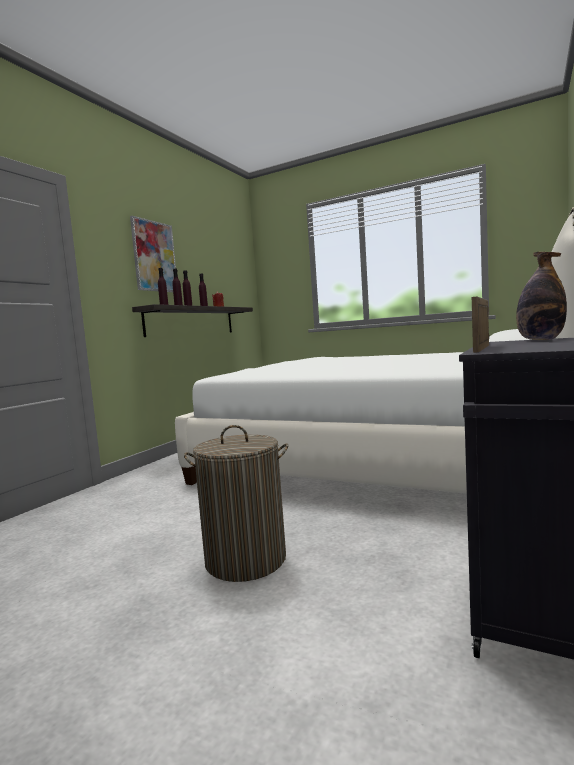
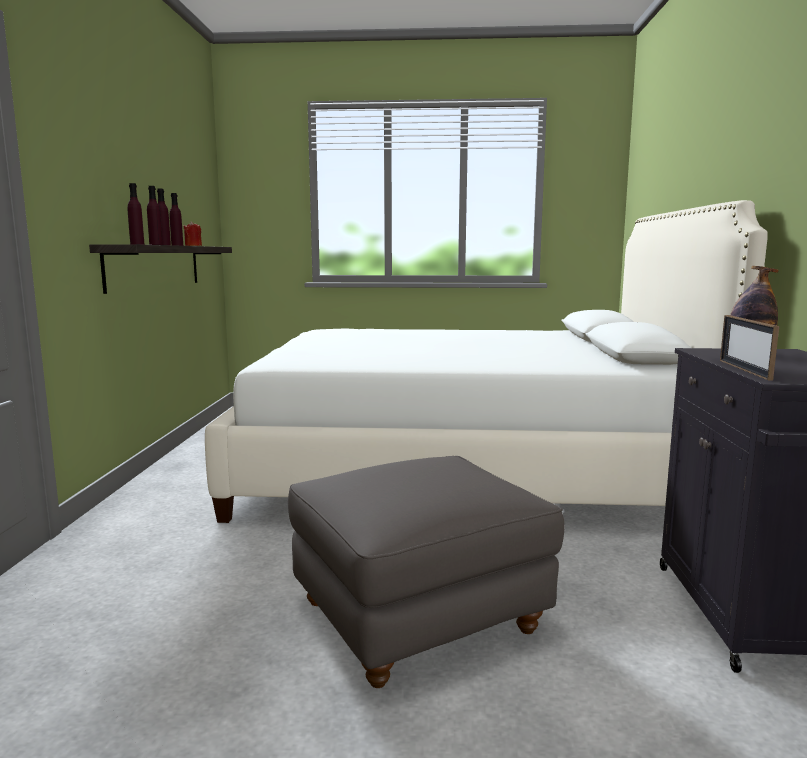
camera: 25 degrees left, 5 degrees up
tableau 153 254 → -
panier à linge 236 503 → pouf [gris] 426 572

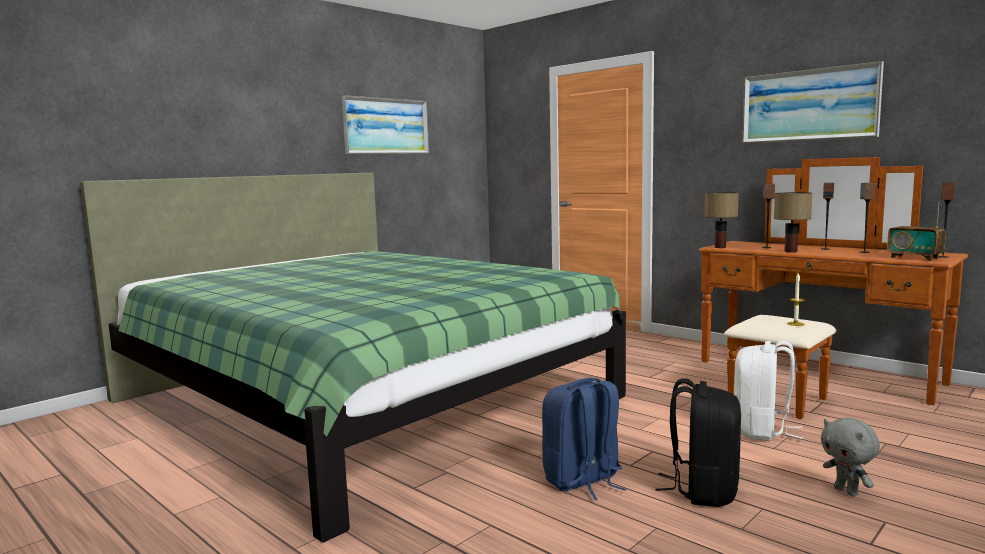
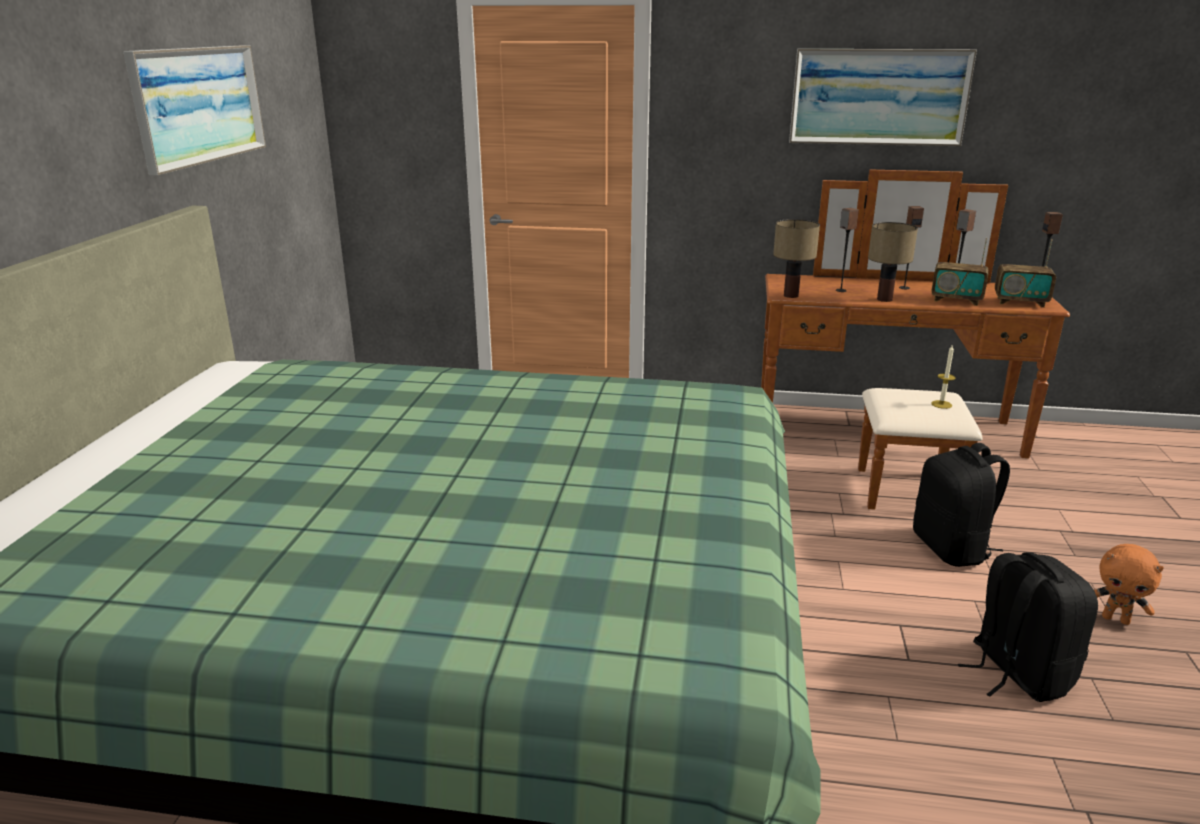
camera: 35 degrees left, 15 degrees up
sac à dos [bleu] 584 439 → -
sac à dos [blanc] 769 391 → sac à dos [noir] 961 505
peluche [gris] 850 456 → peluche [orange] 1129 584
- → radio 960 272

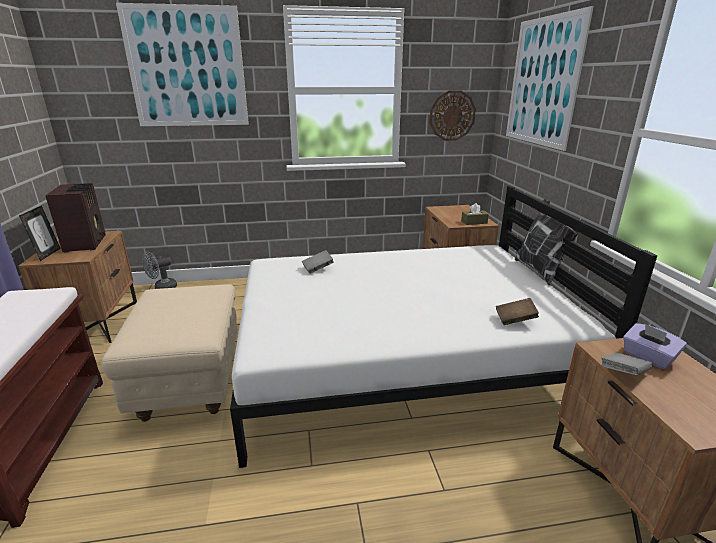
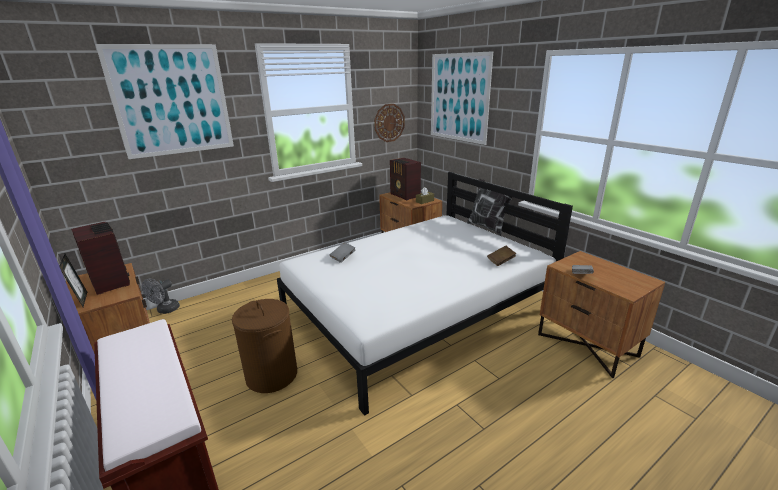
camera: 25 degrees left, 0 degrees up
pouf [beige] 169 353 → panier à linge [marron] 264 346
boîte à mouchoirs [violet] 655 346 → -
- → radio 405 179

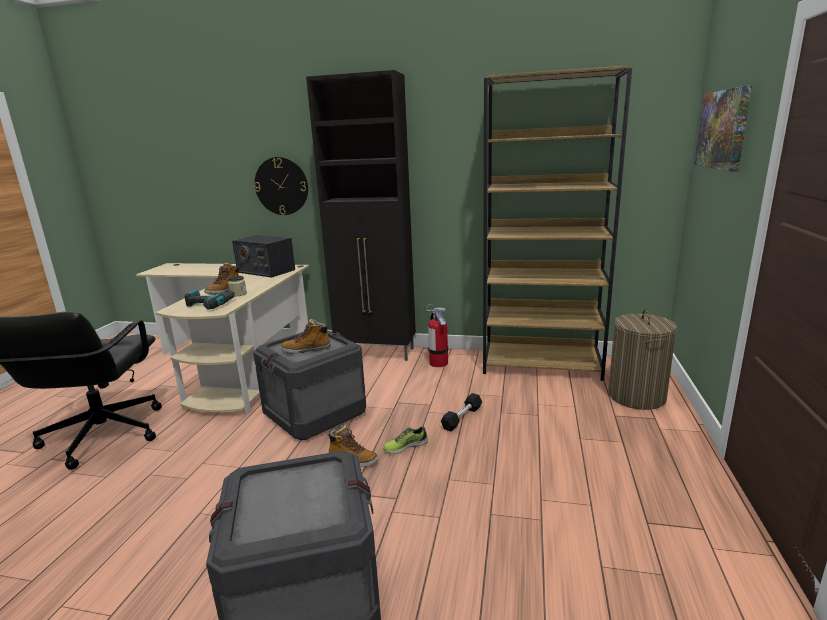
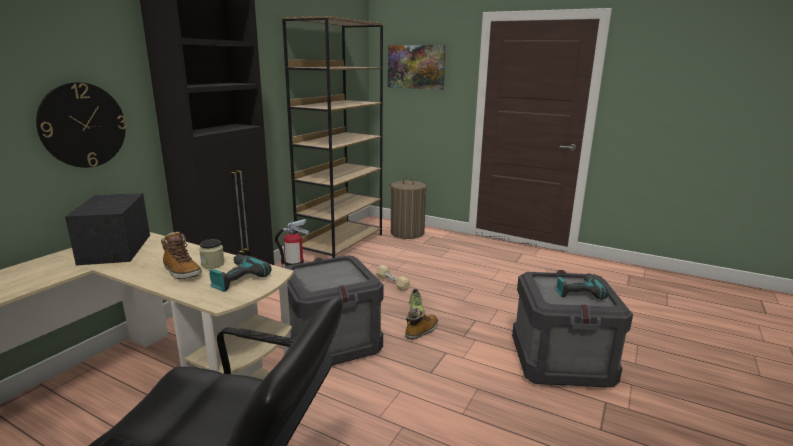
camera: 75 degrees left, 0 degrees up
radio 263 256 → radio 107 229, 120 degrees clockwise
botte 305 336 → -
haltère [noir] 461 412 → haltère [beige] 393 278
- → perceuse 582 286

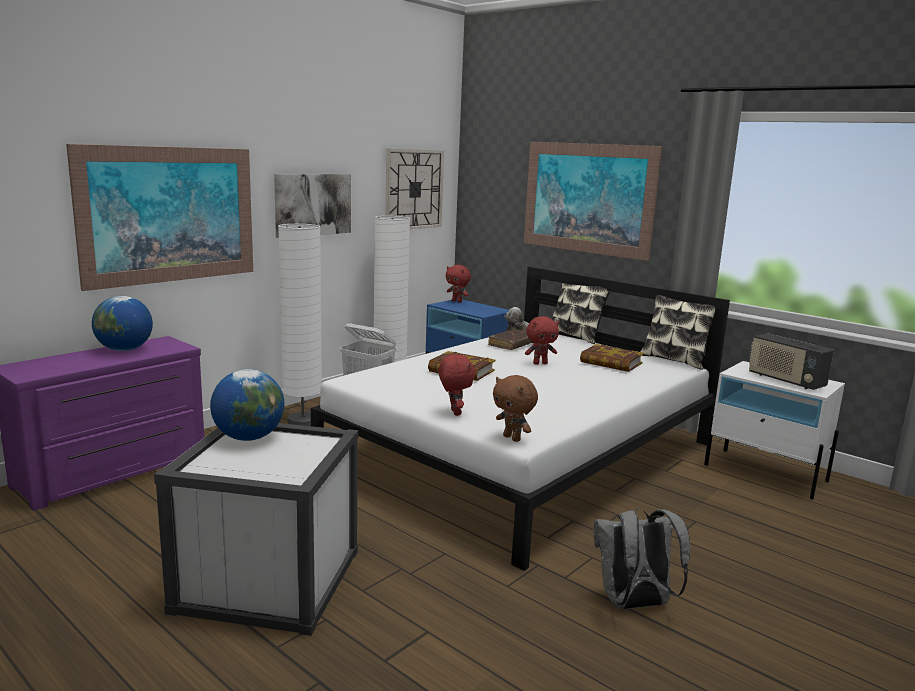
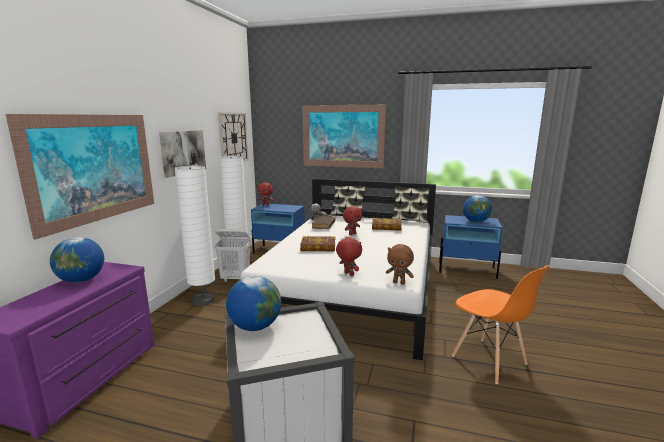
camera: 25 degrees left, 0 degrees up
sac à dos [gris] 642 559 → chaise [orange] 501 324
table de chevet [blanc] 774 430 → table de chevet [bleu] 471 247
radio 791 361 → globe 477 208

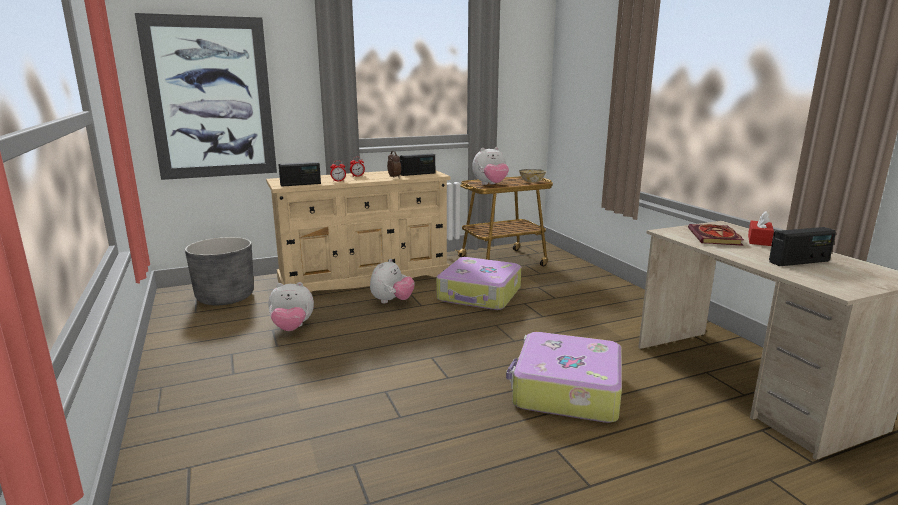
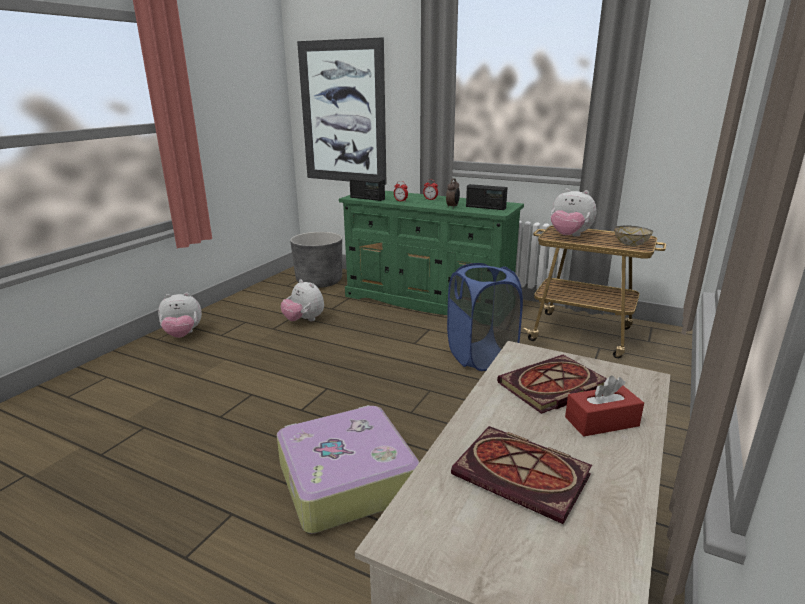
camera: 50 degrees right, 5 degrees up
commode [beige] 358 231 → commode [vert] 431 253
peluche 392 281 → peluche 180 315, move
valise 478 283 → panier à linge [bleu] 485 317
radio 802 246 → livre 521 475

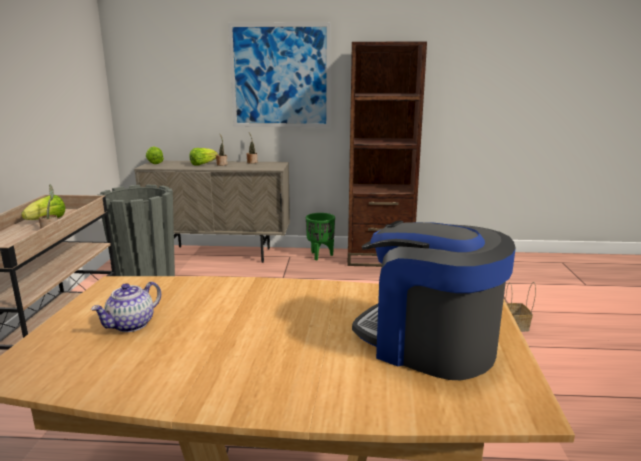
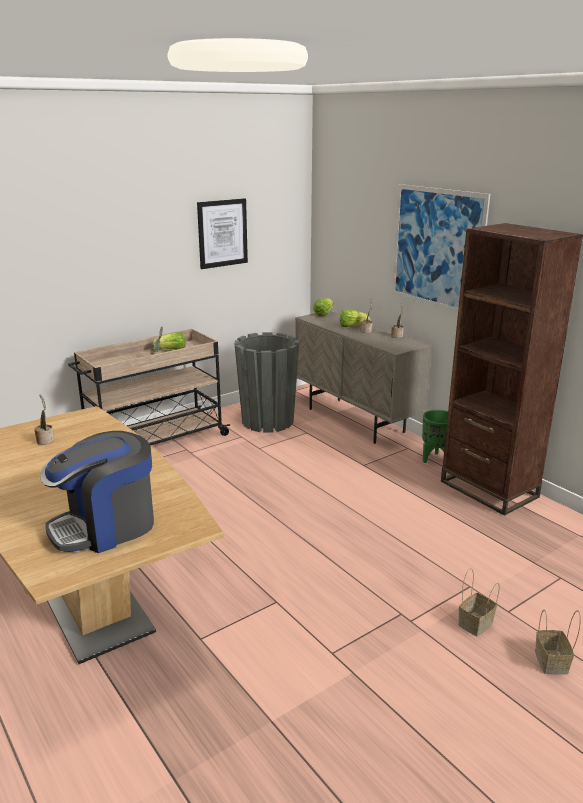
camera: 50 degrees right, 5 degrees up
théière 126 307 → plante en pot 44 419
machine à café 434 300 → machine à café 97 492, 120 degrees counterclockwise
- → tableau 222 233
- → panier 558 642

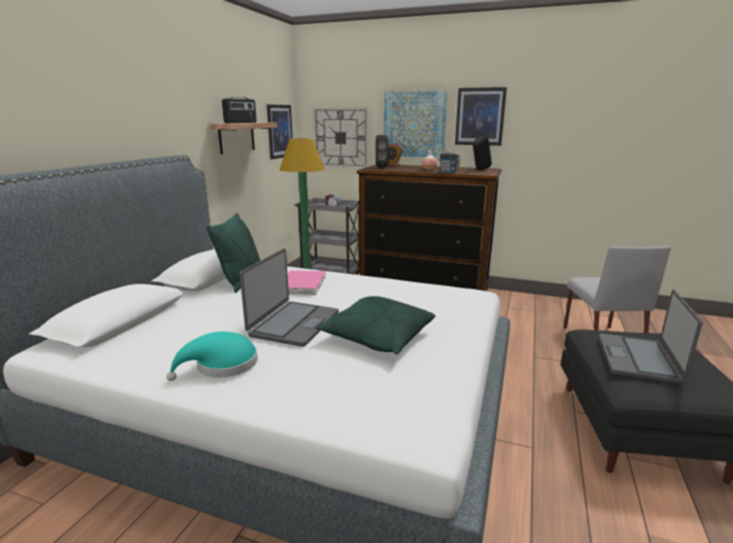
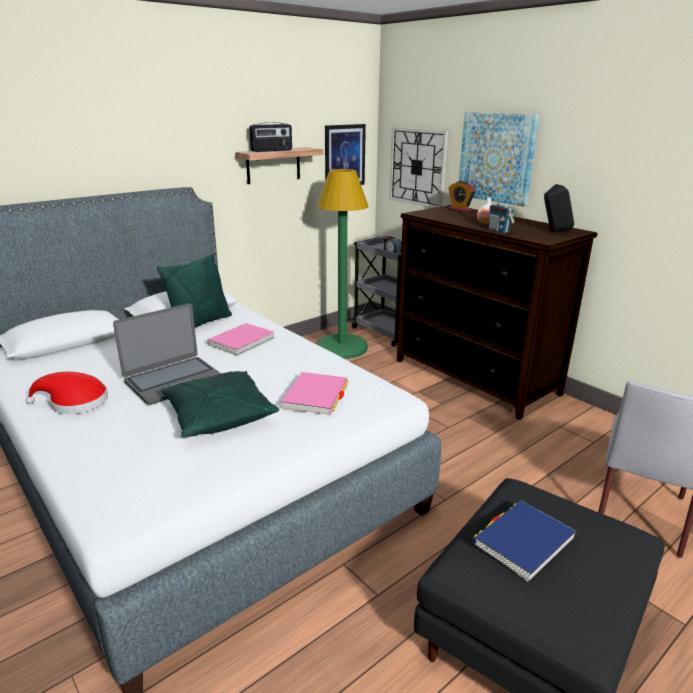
camera: 30 degrees right, 5 degrees up
chapeau [turquoise] 212 356 → chapeau [rouge] 67 393
enceinte [noir] 382 151 → -
tableau 481 116 → -
ordinateur portable 651 336 → livre [bleu] 524 541
- → livre [rose] 314 393

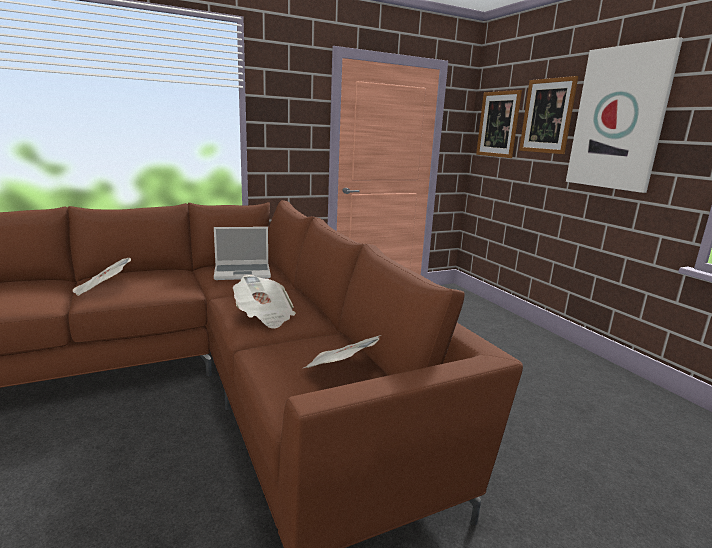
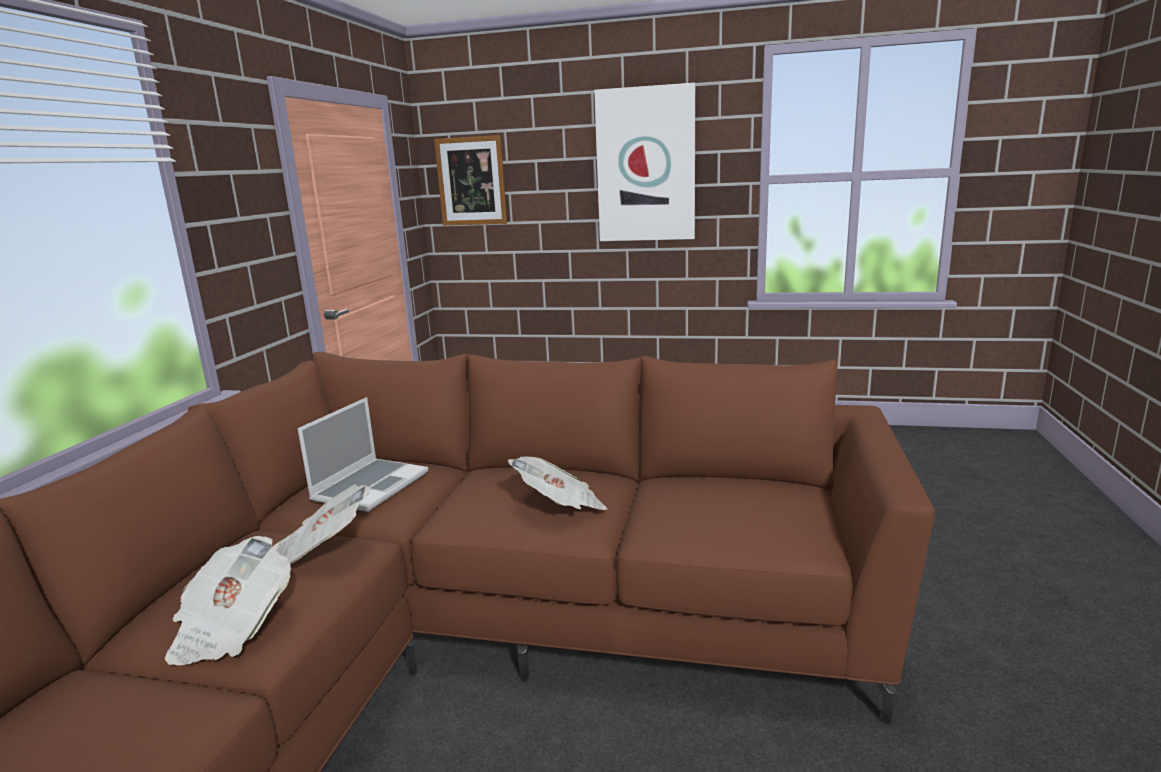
camera: 50 degrees left, 0 degrees up
journal 342 351 → journal 321 524, move
tableau 548 115 → -

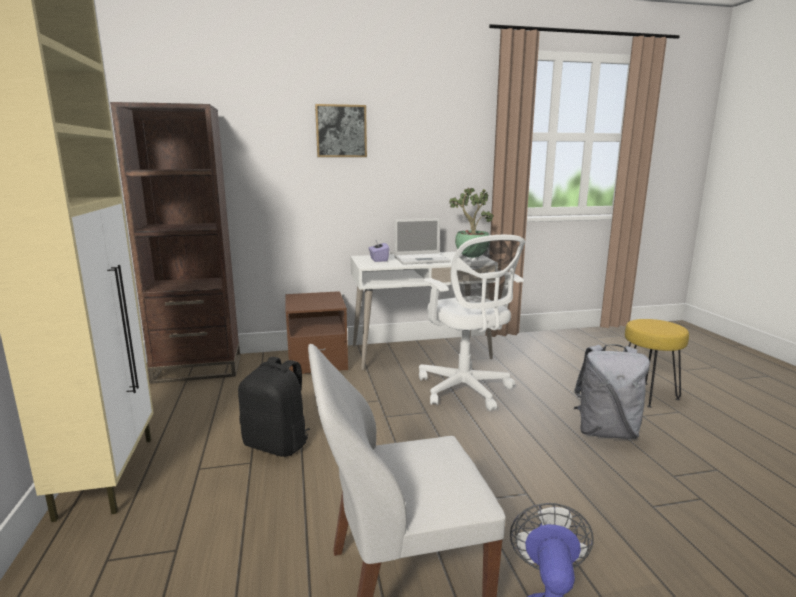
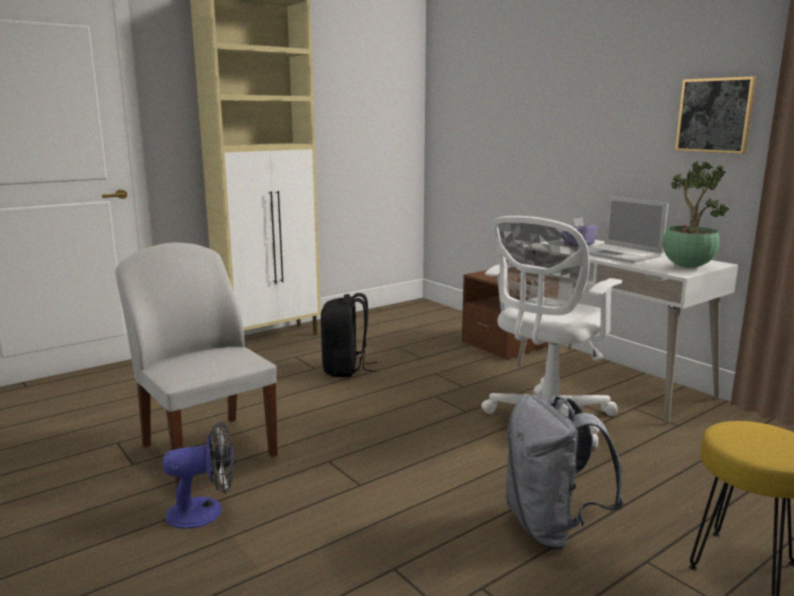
camera: 65 degrees right, 0 degrees up
bibliothèque [marron] 175 243 → -
tableau 341 130 → tableau 715 115, move

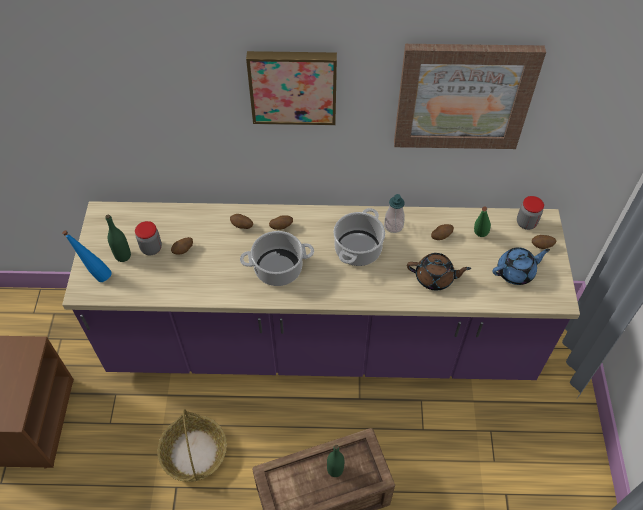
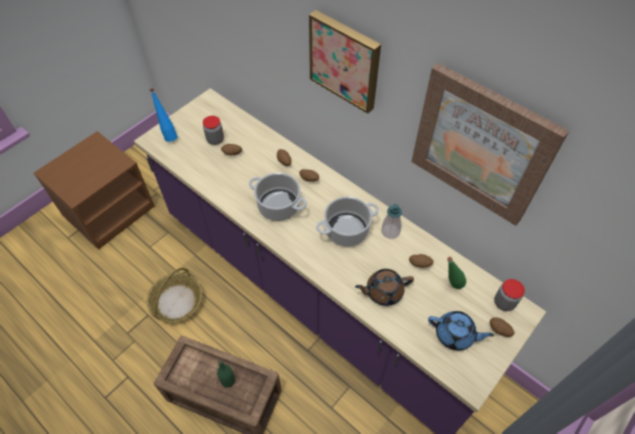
camera: 40 degrees right, 0 degrees up
bouteille [vert] 118 238 → -
théière [marron] 439 272 → théière [marron] 384 287, 120 degrees clockwise

